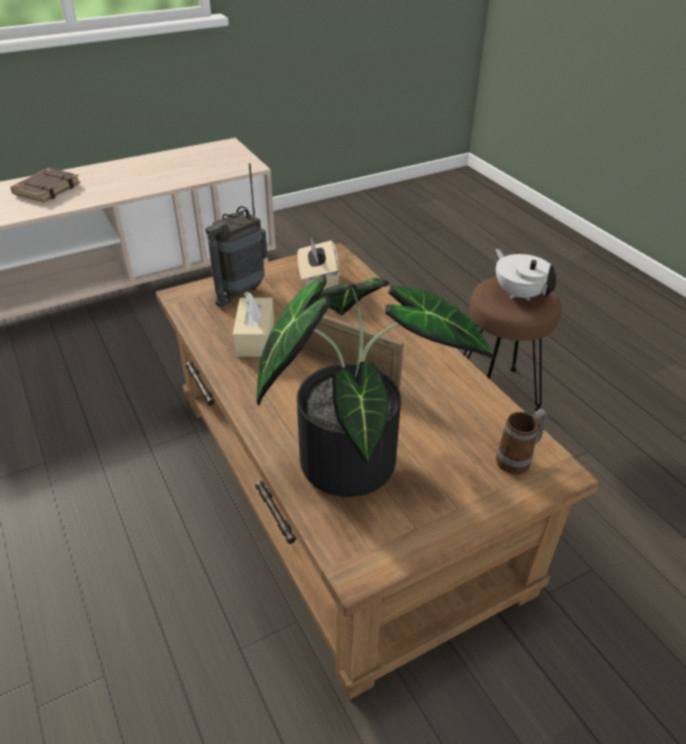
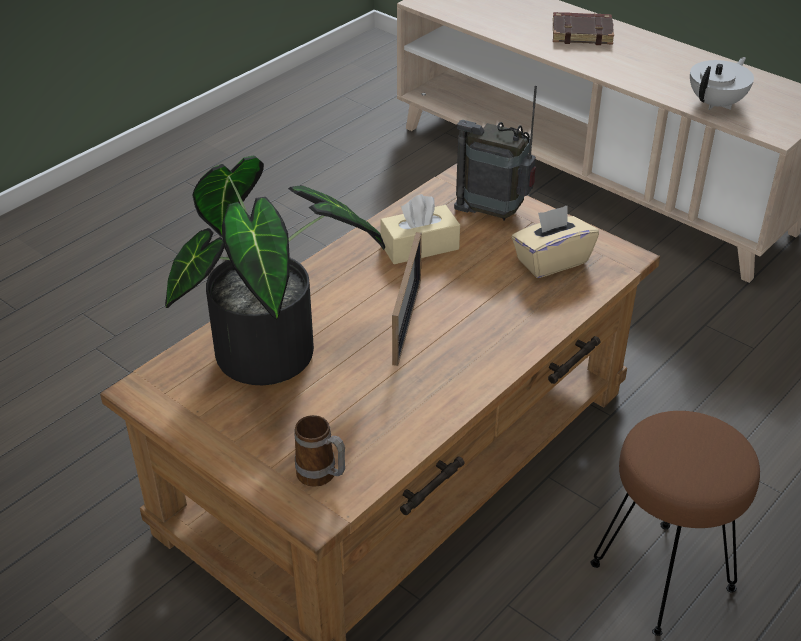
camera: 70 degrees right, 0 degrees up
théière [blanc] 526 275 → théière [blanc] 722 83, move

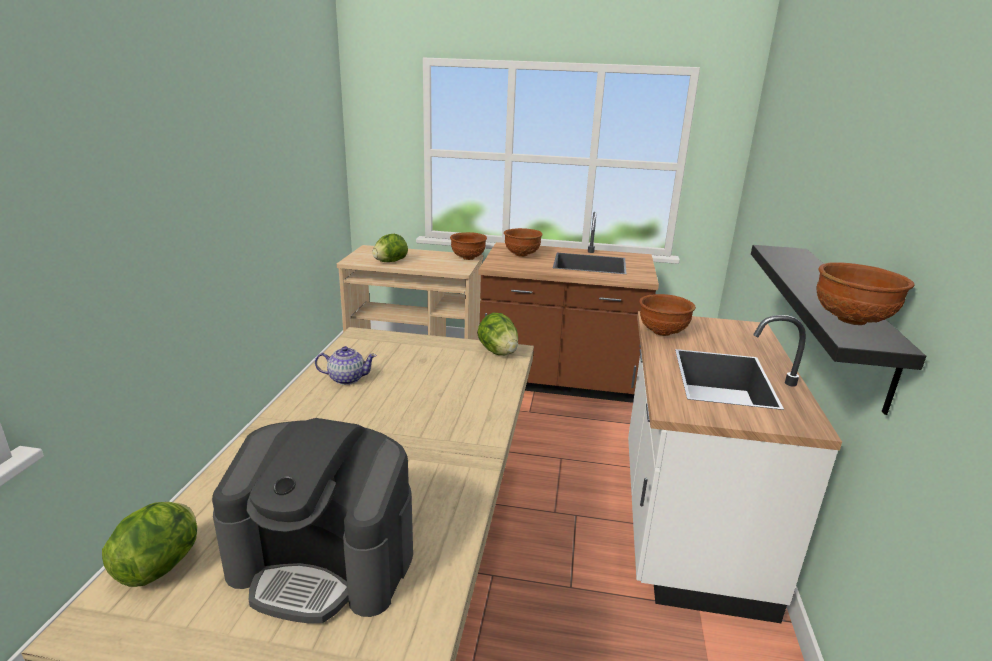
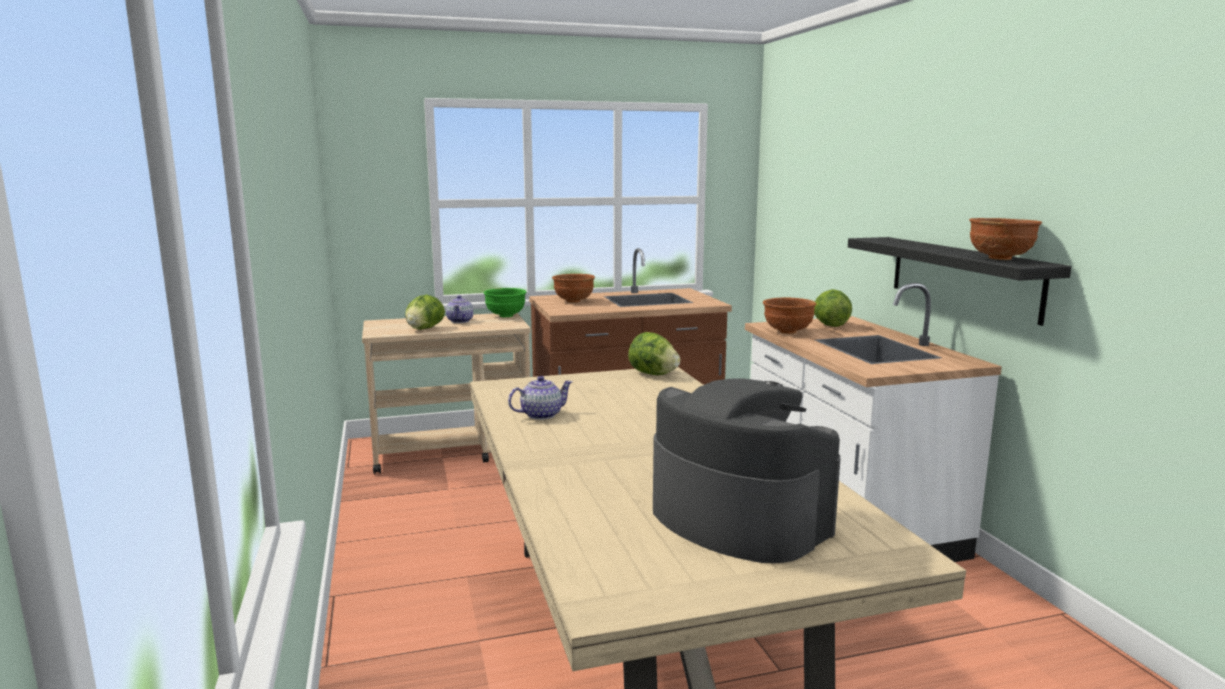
camera: 25 degrees left, 10 degrees down
laitue 149 544 → laitue 833 308, move
machine à café 312 521 → machine à café 747 470, 120 degrees counterclockwise
bol [marron] 468 246 → bol [vert] 505 303
- → théière 459 309

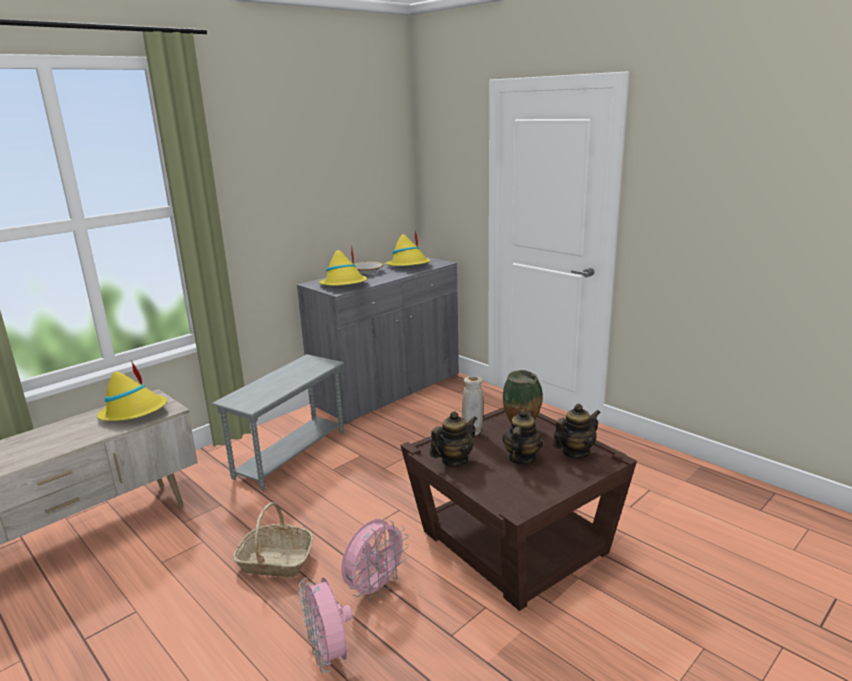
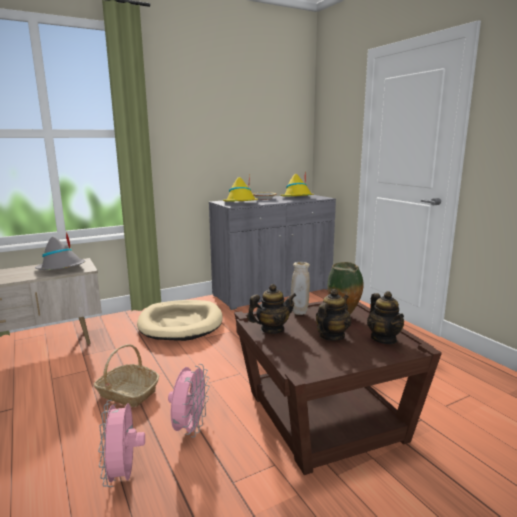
camera: 15 degrees right, 5 degrees down
chapeau [jaune] 132 391 → chapeau [gris] 60 251
table d'appoint [gris] 277 422 → panier pour chien [beige] 180 320
ventilateur [rose] 375 559 → ventilateur [rose] 189 400, 45 degrees counterclockwise
théière 577 431 → théière 385 317, 90 degrees clockwise

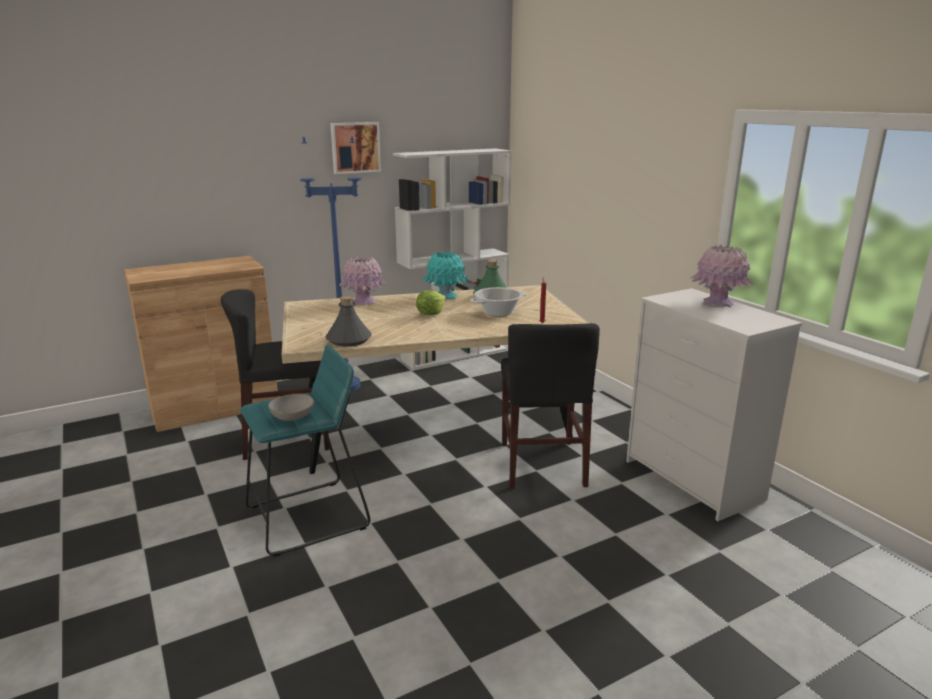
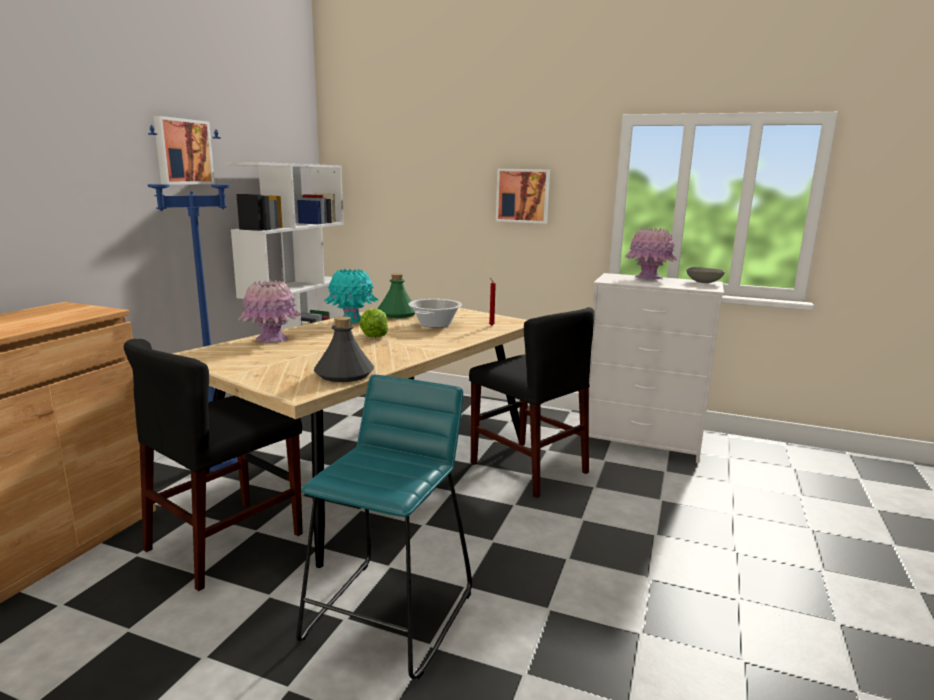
camera: 40 degrees left, 5 degrees down
bol [gris] 291 407 → bol [gris] 705 275, move
- → tableau 523 196

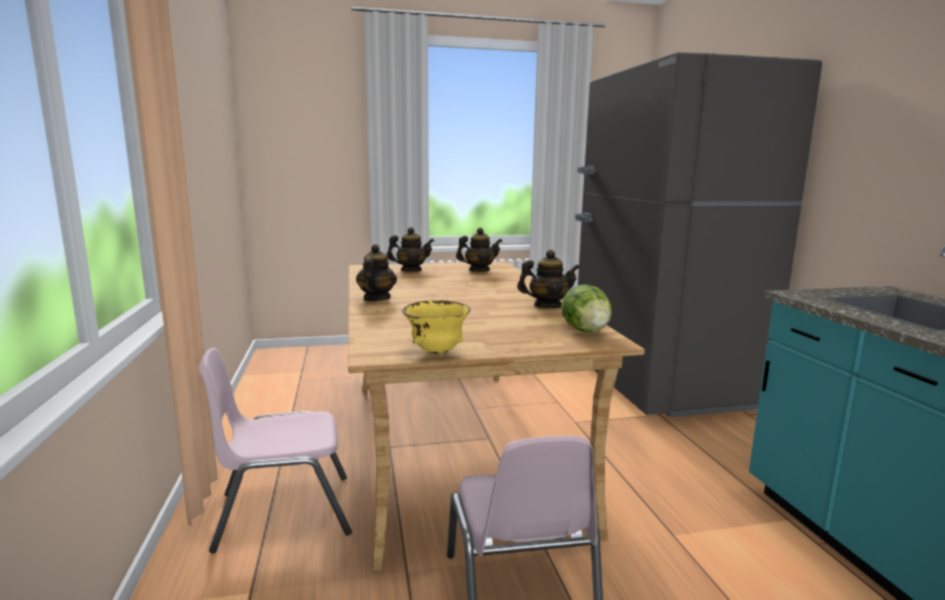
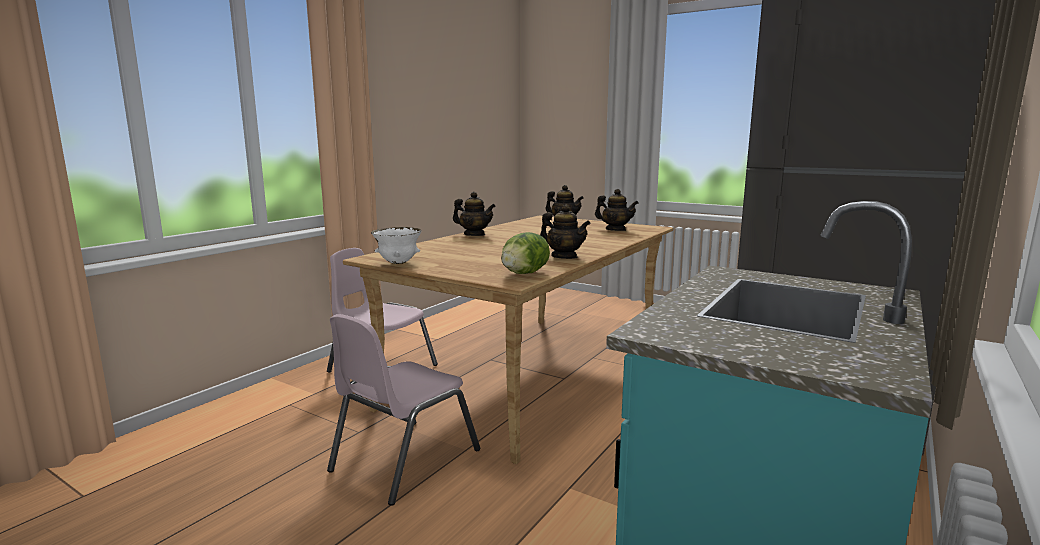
camera: 45 degrees right, 0 degrees up
théière 376 272 → théière 474 214, 60 degrees clockwise
bol [jaune] 436 327 → bol [blanc] 396 245

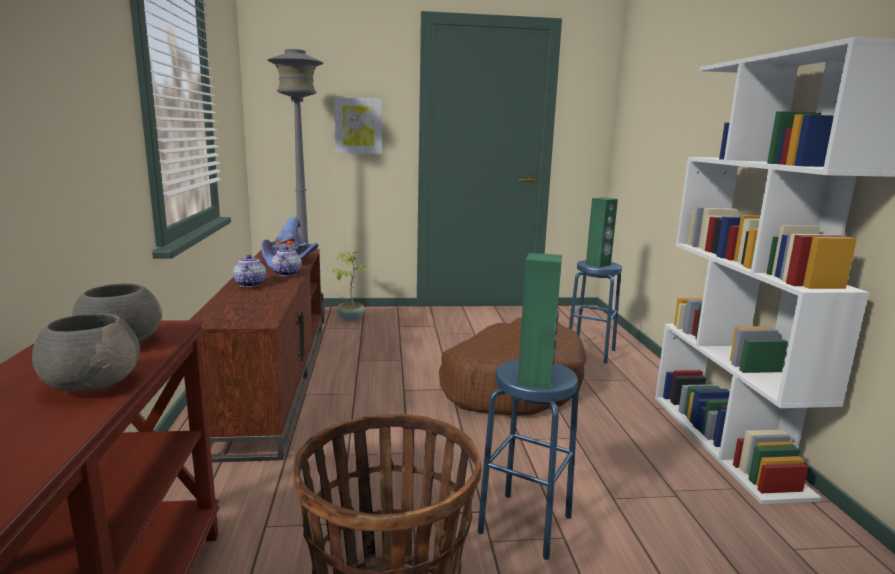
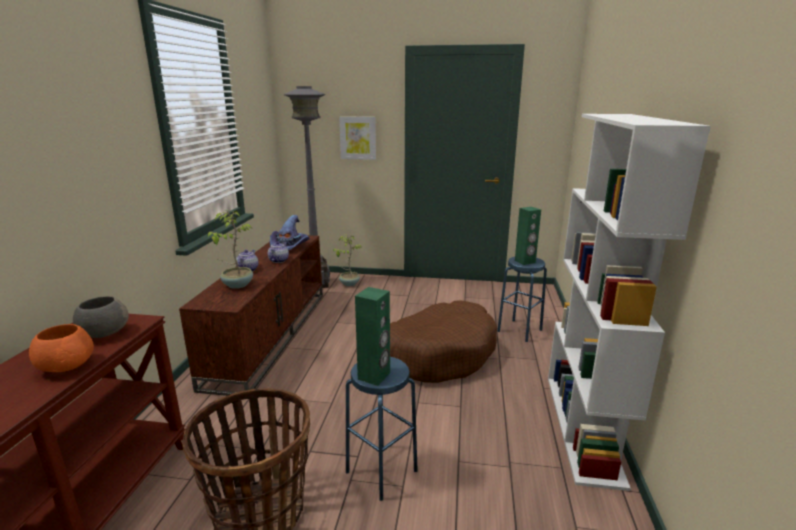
camera: 15 degrees right, 5 degrees up
bol [gris] 86 352 → bol [orange] 61 348
- → plante en pot 230 249

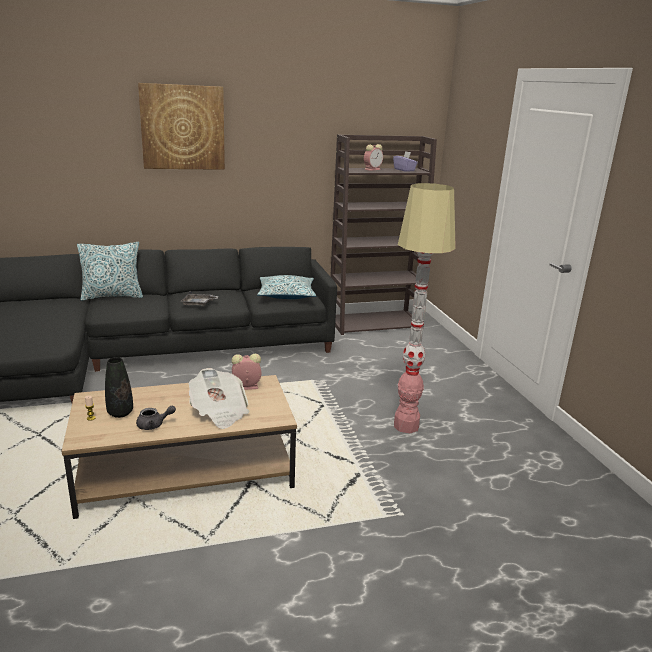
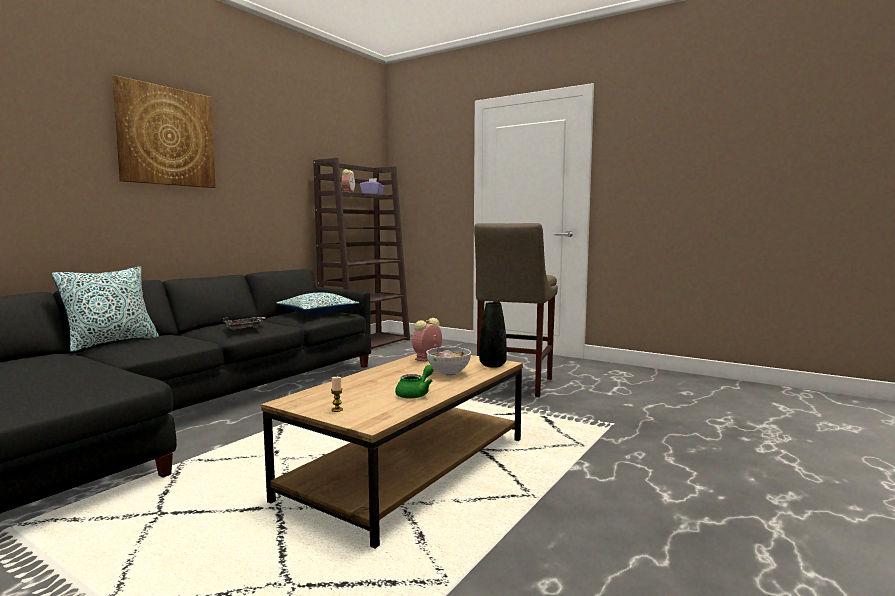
camera: 40 degrees left, 15 degrees down
vase [noir] 119 387 → vase [noir] 493 335, move
théière [gris] 156 418 → théière [vert] 414 382
journal 219 398 → bol 448 361
lampadaire 425 308 → tabouret [beige] 516 310

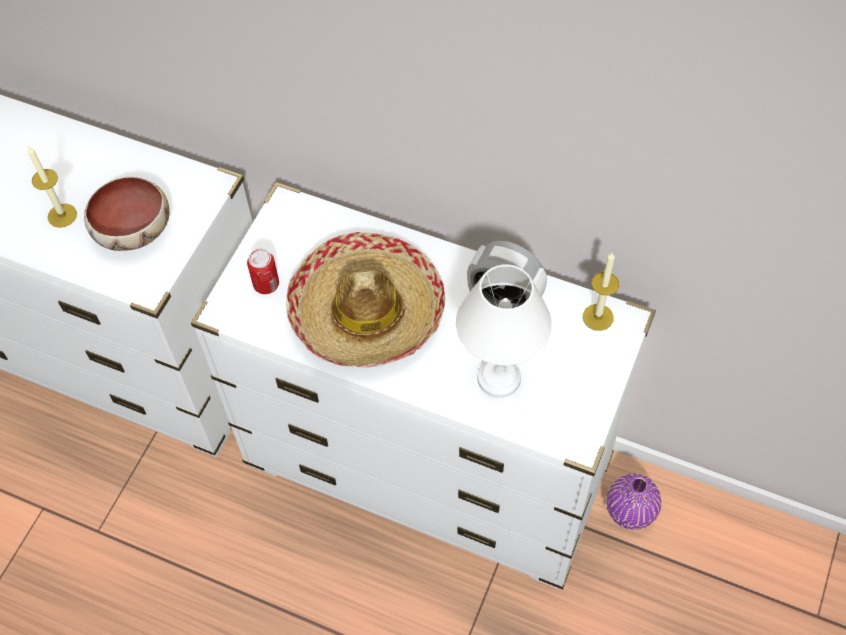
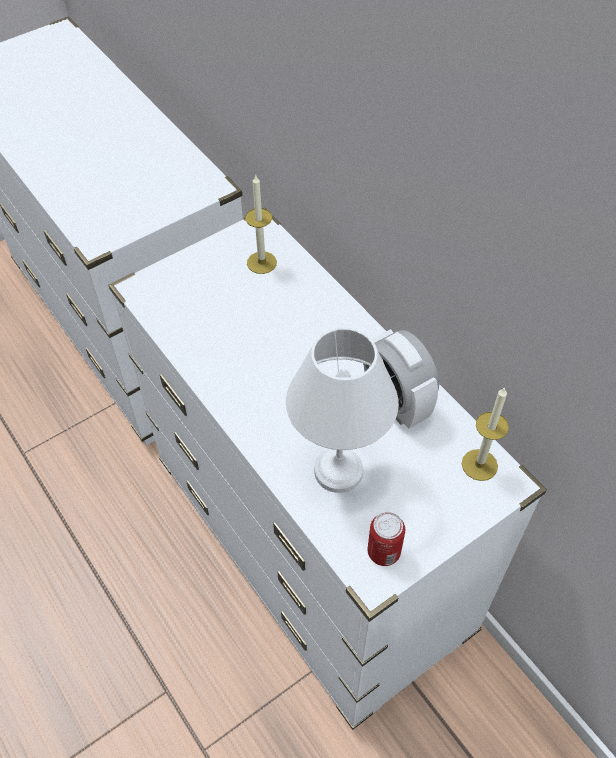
camera: 30 degrees right, 5 degrees down
bougie 52 187 → bougie 261 224, move
bol 126 214 → -
boîte métallique 263 271 → boîte métallique 386 539, move
chapeau 365 300 → -
vase [violet] 633 502 → -

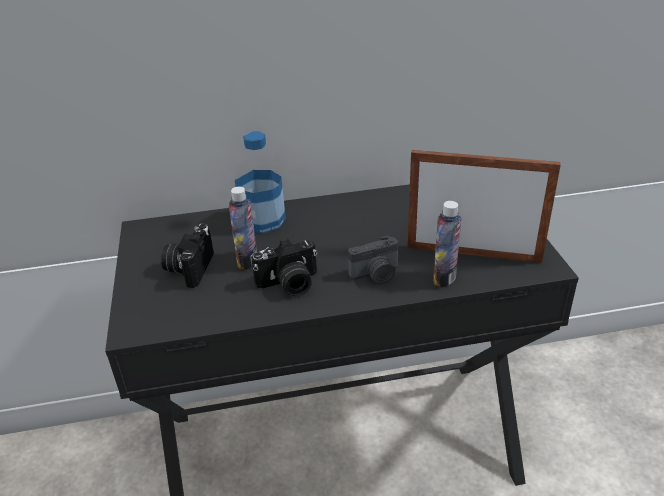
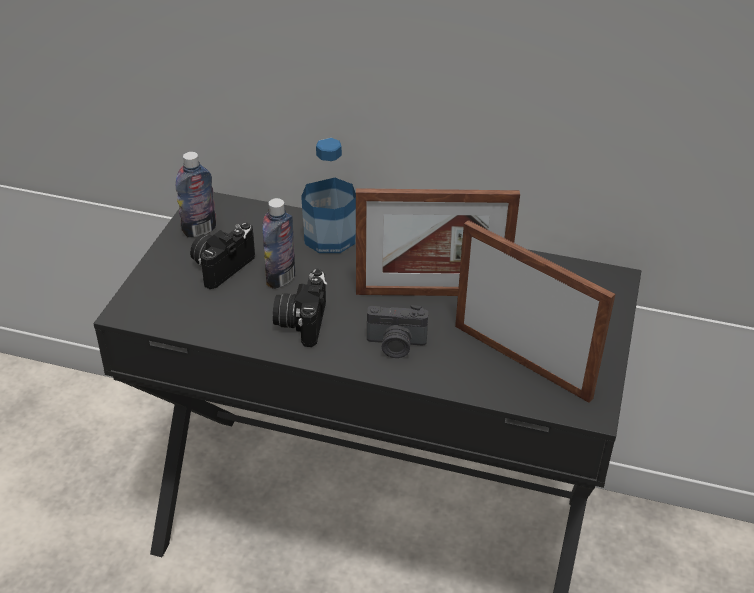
camera: 25 degrees right, 5 degrees up
appareil photo 284 267 → appareil photo 300 308, 90 degrees clockwise
bouteille 447 244 → bouteille 196 194, move
- → cadre photo 438 242

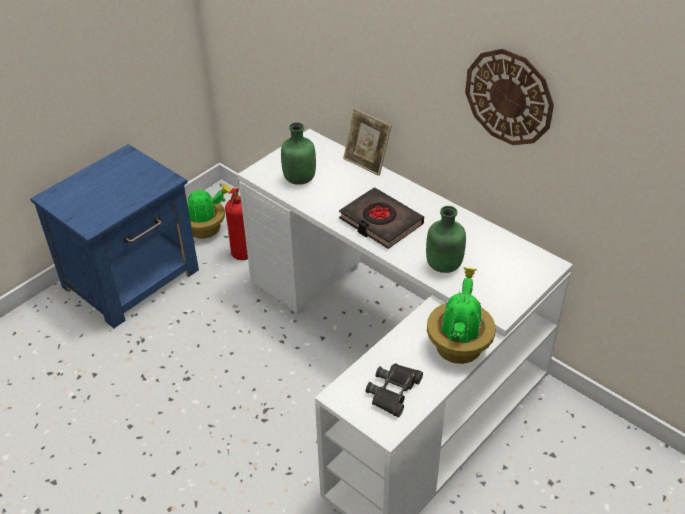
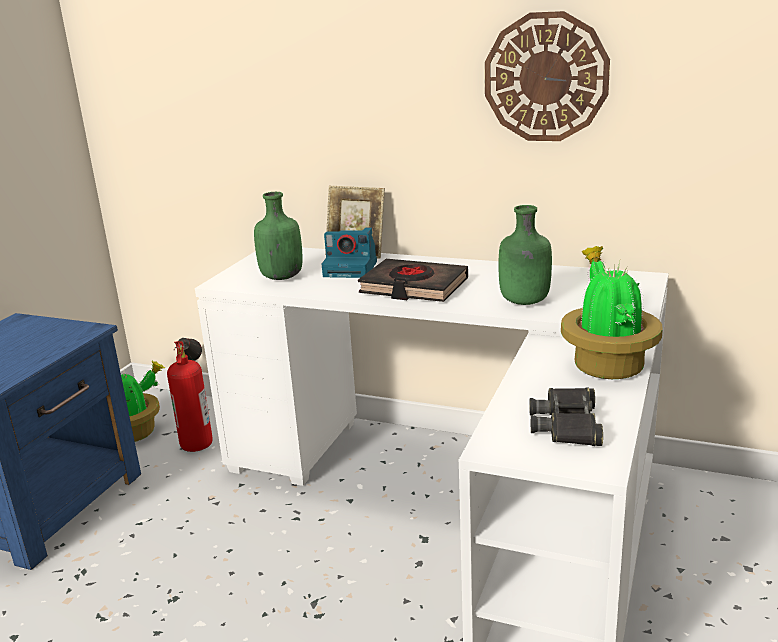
camera: 20 degrees left, 20 degrees down
- → appareil photo 349 252

